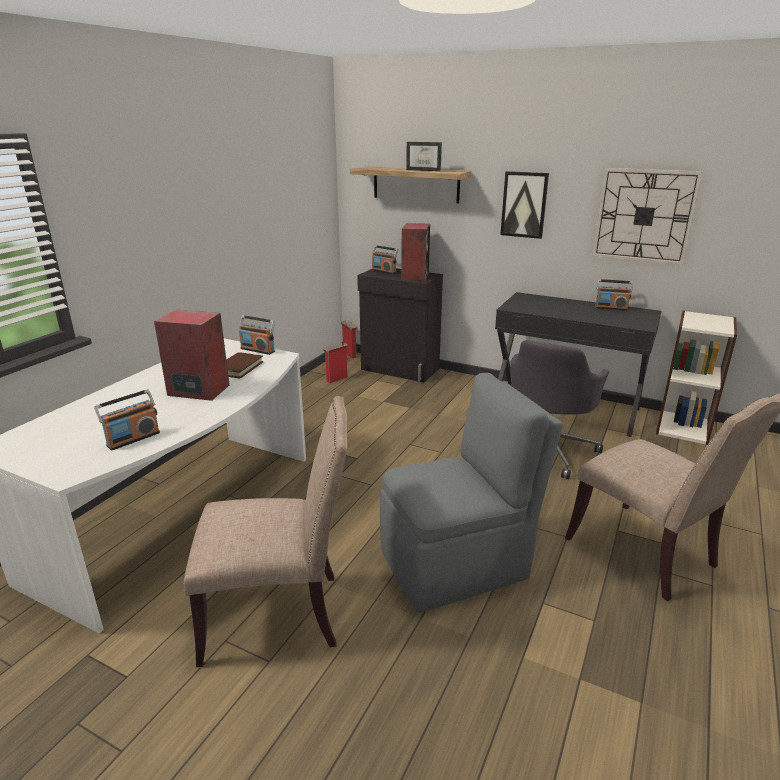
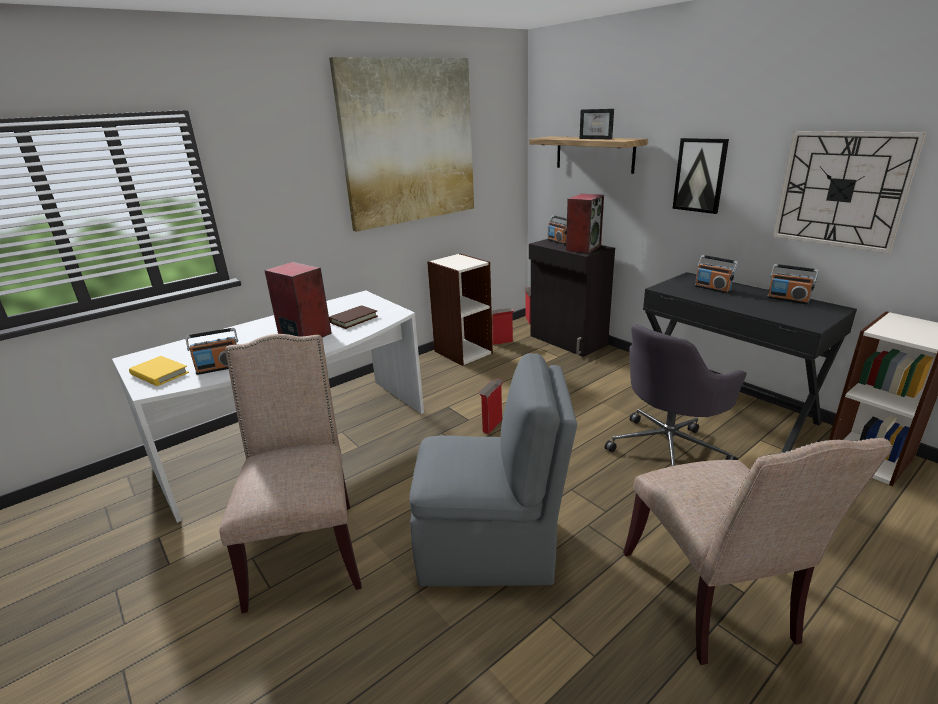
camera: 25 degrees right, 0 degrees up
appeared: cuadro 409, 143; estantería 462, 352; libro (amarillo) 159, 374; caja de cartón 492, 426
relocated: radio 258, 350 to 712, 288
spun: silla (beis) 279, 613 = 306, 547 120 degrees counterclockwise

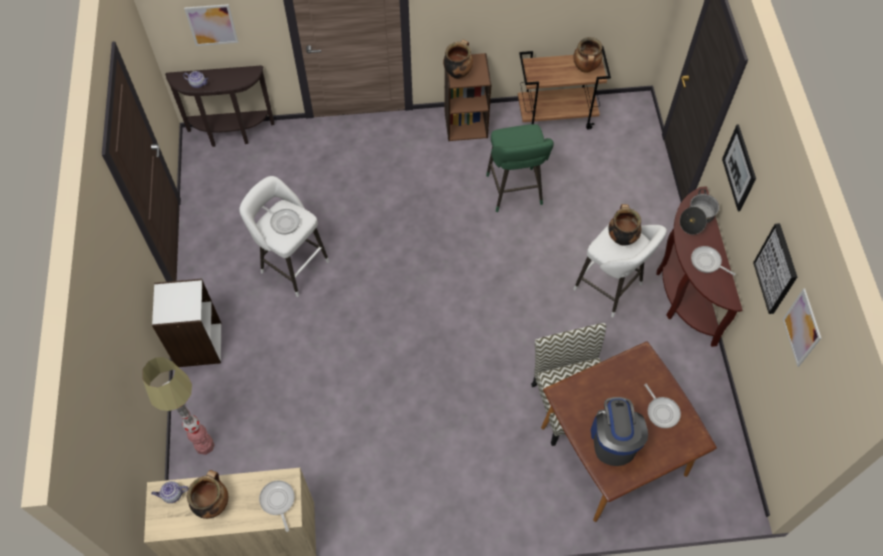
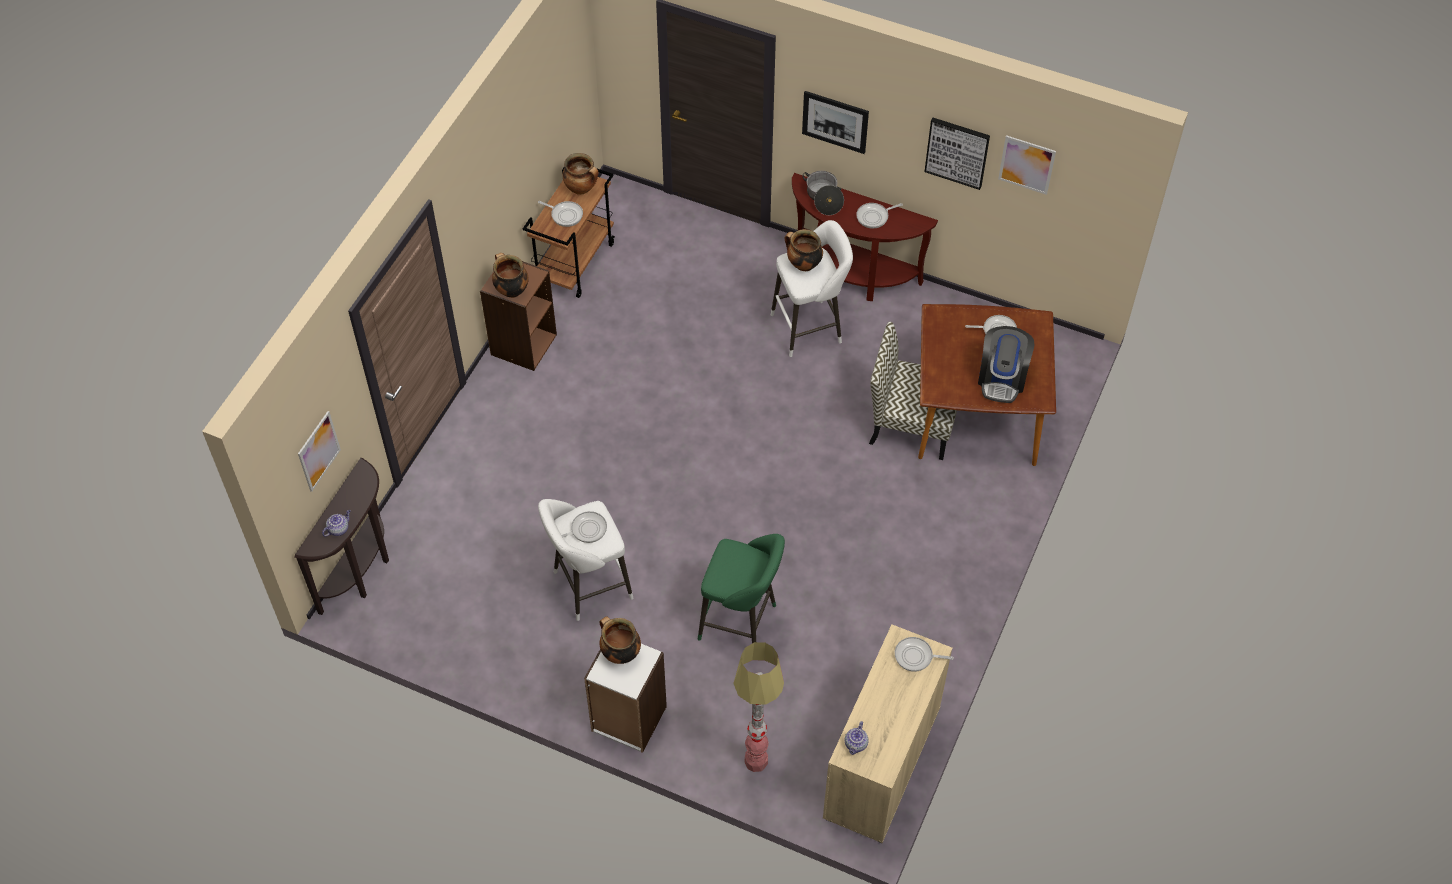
camera: 60 degrees left, 5 degrees down
appeared: sartén 565, 215
relocated: taburete (verde) 515, 193 to 742, 623; olla 212, 503 to 620, 653
spun: cafetera 613, 439 = 1002, 378 105 degrees counterclockwise

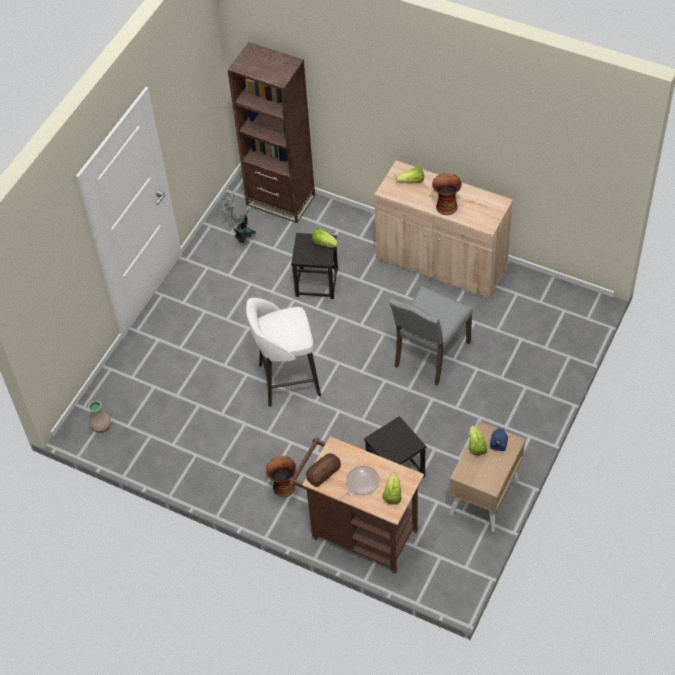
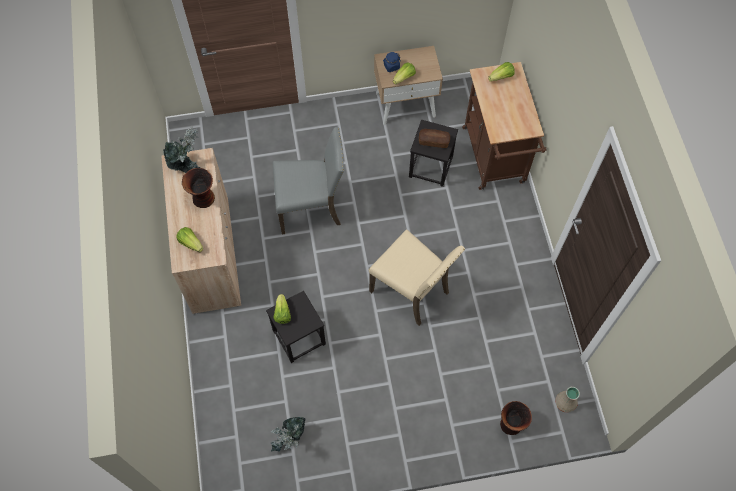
camera: 130 degrees left, 10 degrees up
missing: estantería (marrón) 280, 200; sartén 361, 483
appeared: planta en maceta 187, 166
relocated: pan 323, 473 to 433, 141; florero 283, 487 to 511, 425
exchanged: taburete (blanco) 287, 380 to silla (beis) 412, 291

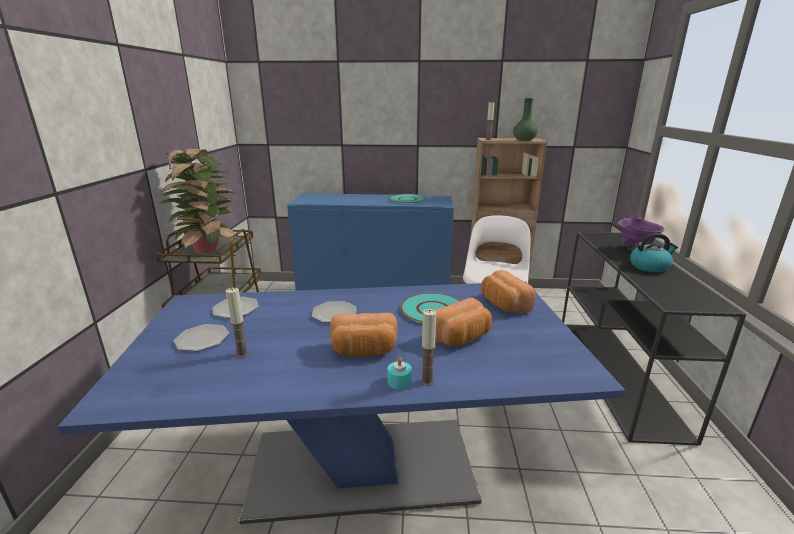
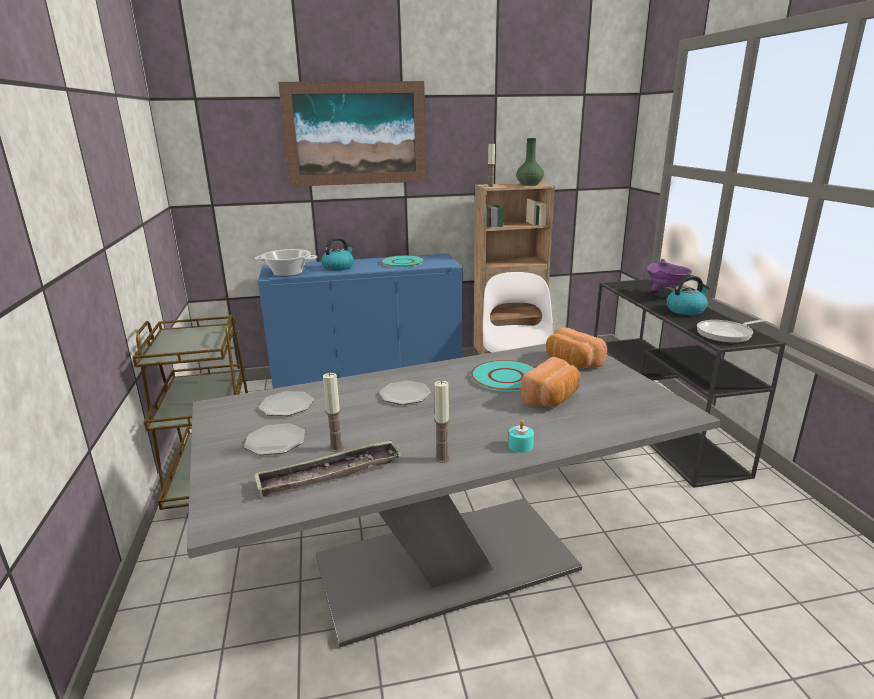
camera: 15 degrees left, 0 degrees up
missing: planta en maceta 208, 248; pan 364, 350
appeared: cuadro 356, 134; hervidor 338, 267; olla 288, 273; sartén 726, 334; bandeja 329, 474
relocated: vela 427, 381 to 442, 458
colour: mesa de comedor (azul) 362, 468 to mesa de comedor (gris) 446, 564

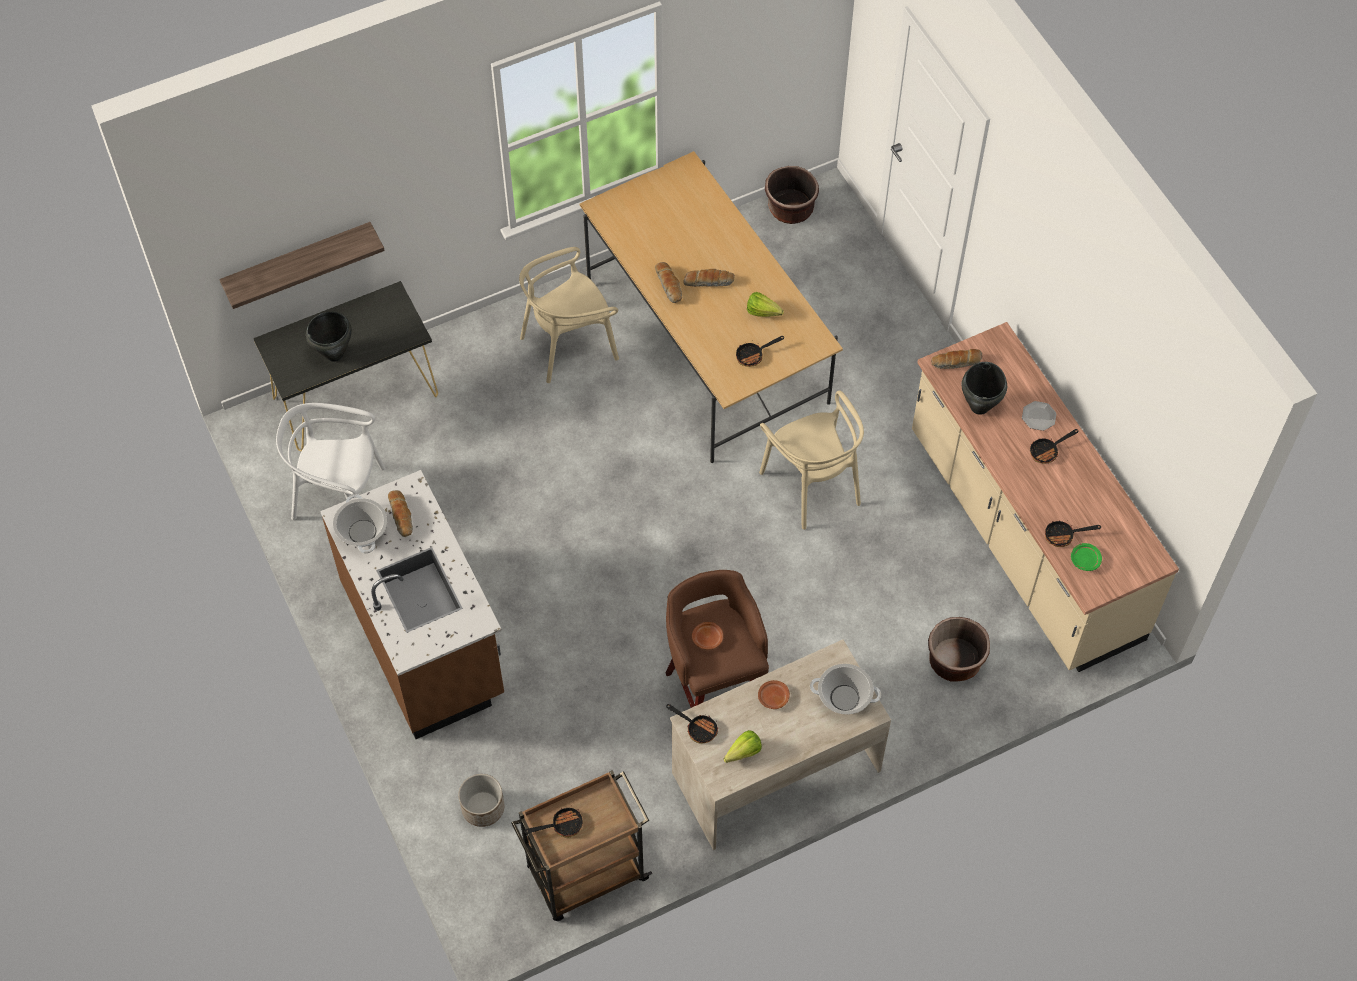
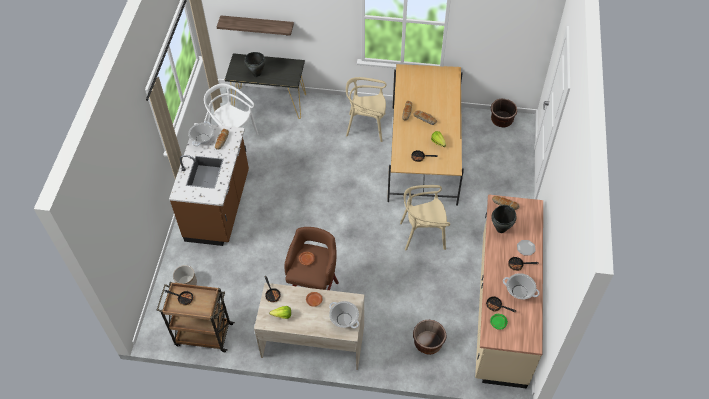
camera: 35 degrees right, 5 degrees down
appeared: olla 519, 292
spun: silla (beis) 812, 485 = 423, 234 75 degrees clockwise

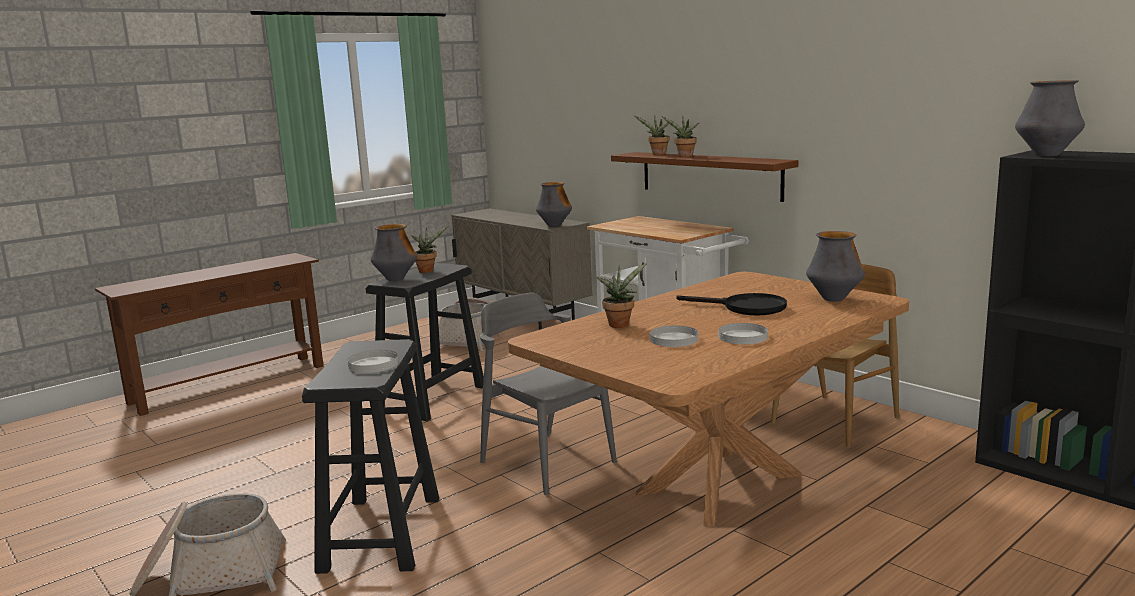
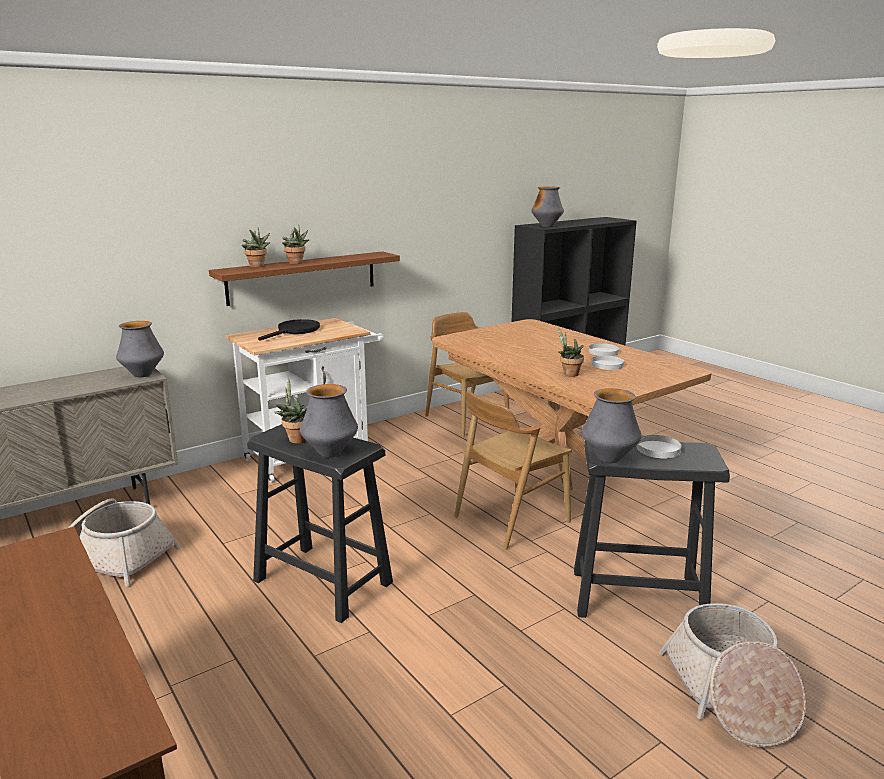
camera: 85 degrees left, 5 degrees up
relocated: florero 834, 299 to 608, 459; sartén (negro) 745, 308 to 295, 331
colour: silla (gris) 547, 462 to silla (marrón) 511, 519

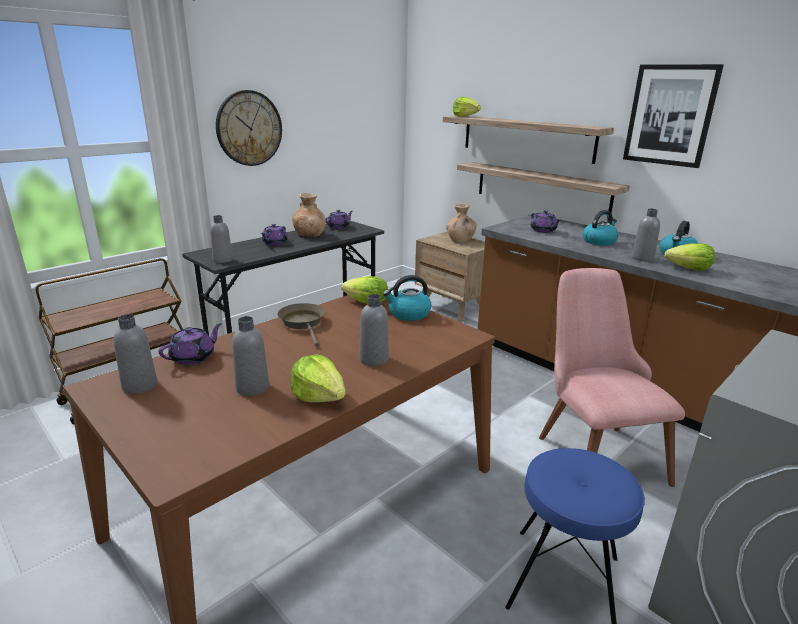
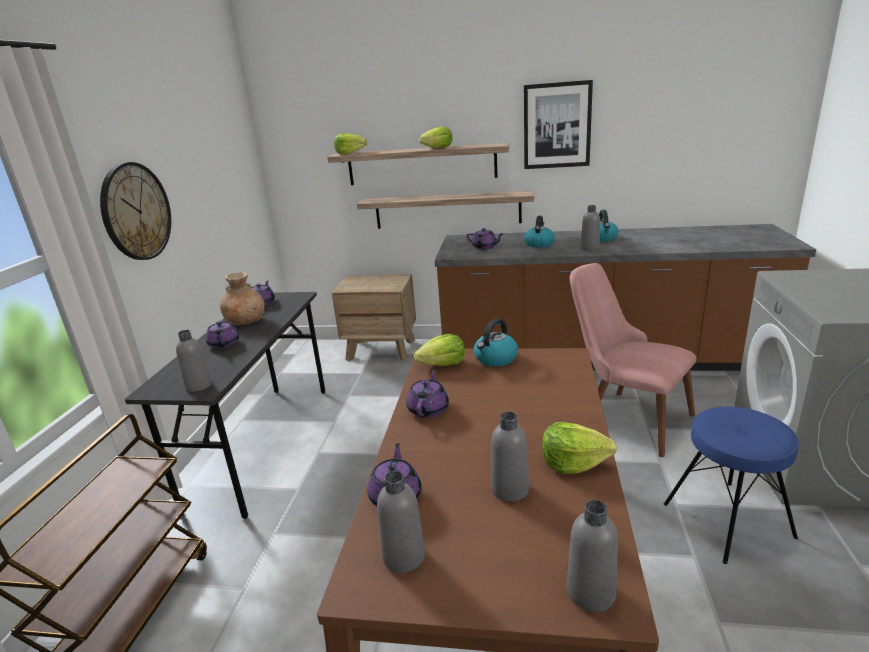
camera: 35 degrees left, 0 degrees up
missing: florero (marrón) 460, 240
relocated: lechuga 688, 269 to 438, 148; botella (gris) 374, 359 to 590, 592
exchanged: sartén (marrón) 303, 323 to tetera (morado) 428, 409

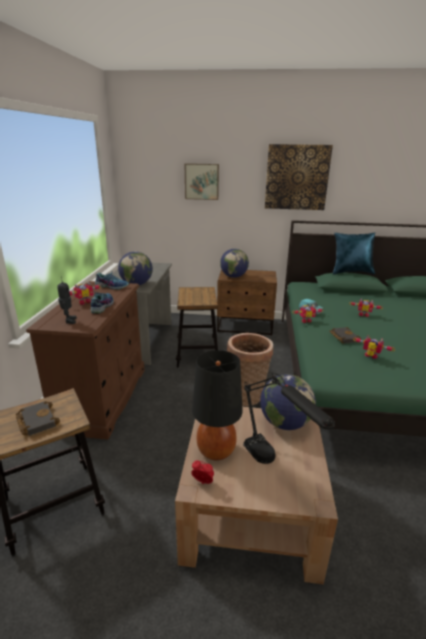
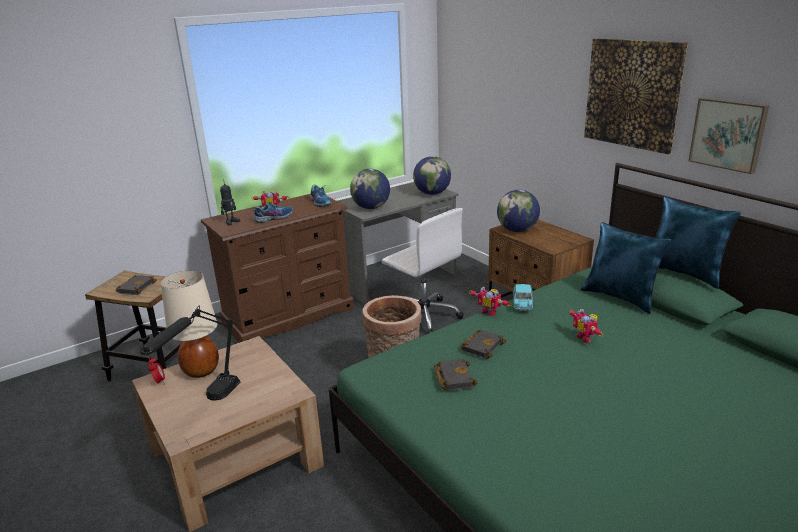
camera: 50 degrees right, 0 degrees up
appeared: cojín (azul) 620, 297
relocated: cuadro 202, 181 to 728, 134; globo terráqueo 284, 423 to 432, 193
exchanged: taburete 197, 355 to silla de oficina (blanco) 423, 316; robot de juguete 370, 357 to libro (negro) 453, 377
colour: lámpara de mesa (negro) 216, 451 to lámpara de mesa (beis) 201, 371

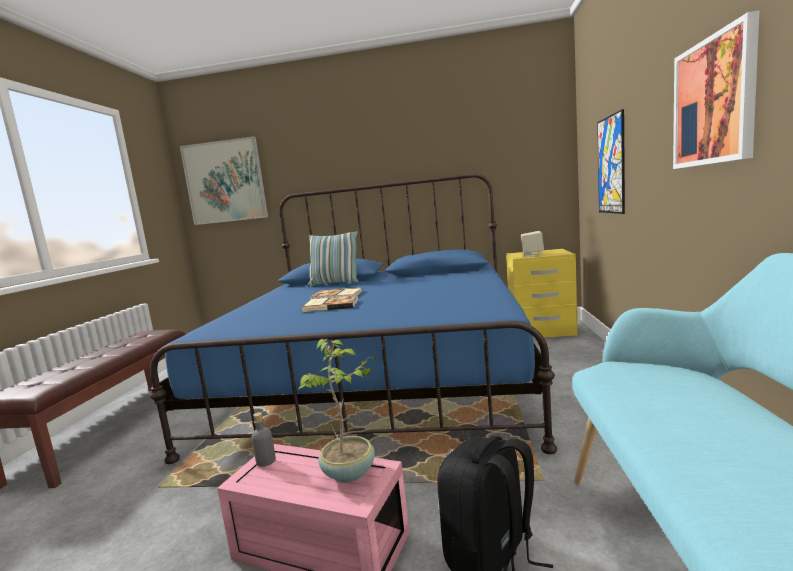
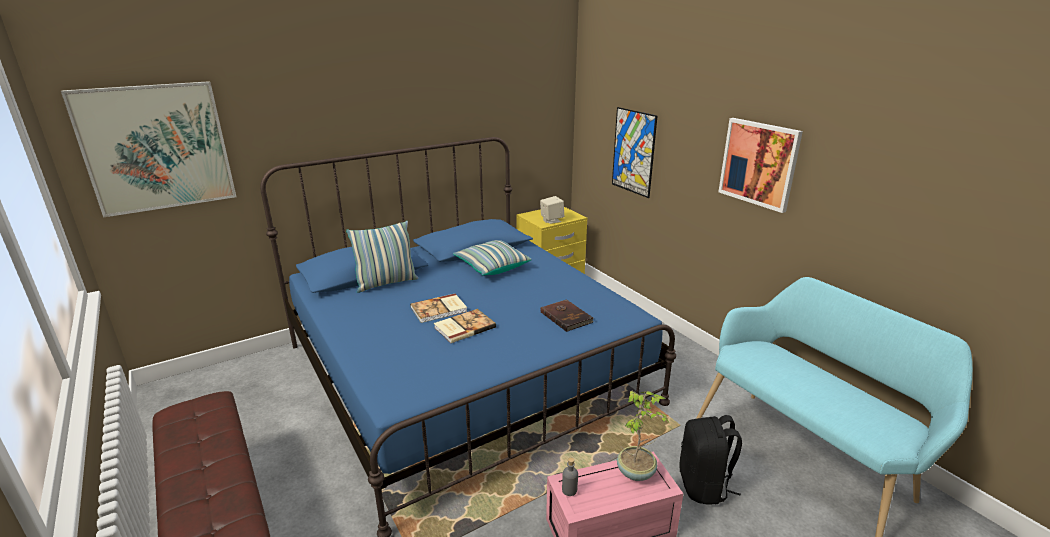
camera: 40 degrees left, 15 degrees up
appeared: cojín 491, 267; libro (marrón) 566, 317

